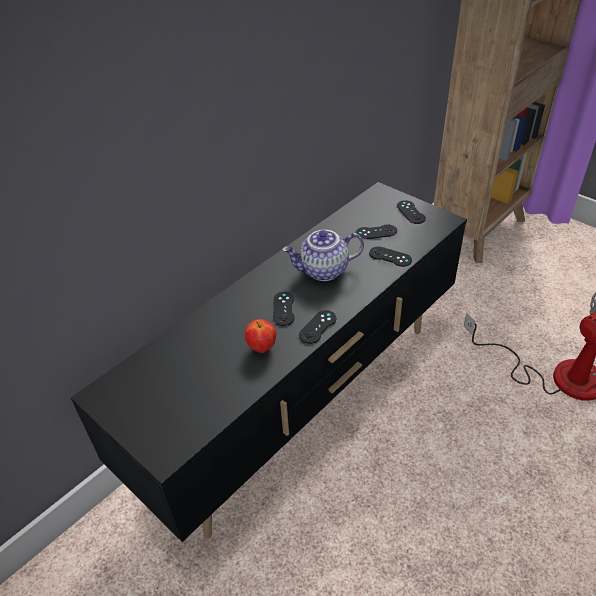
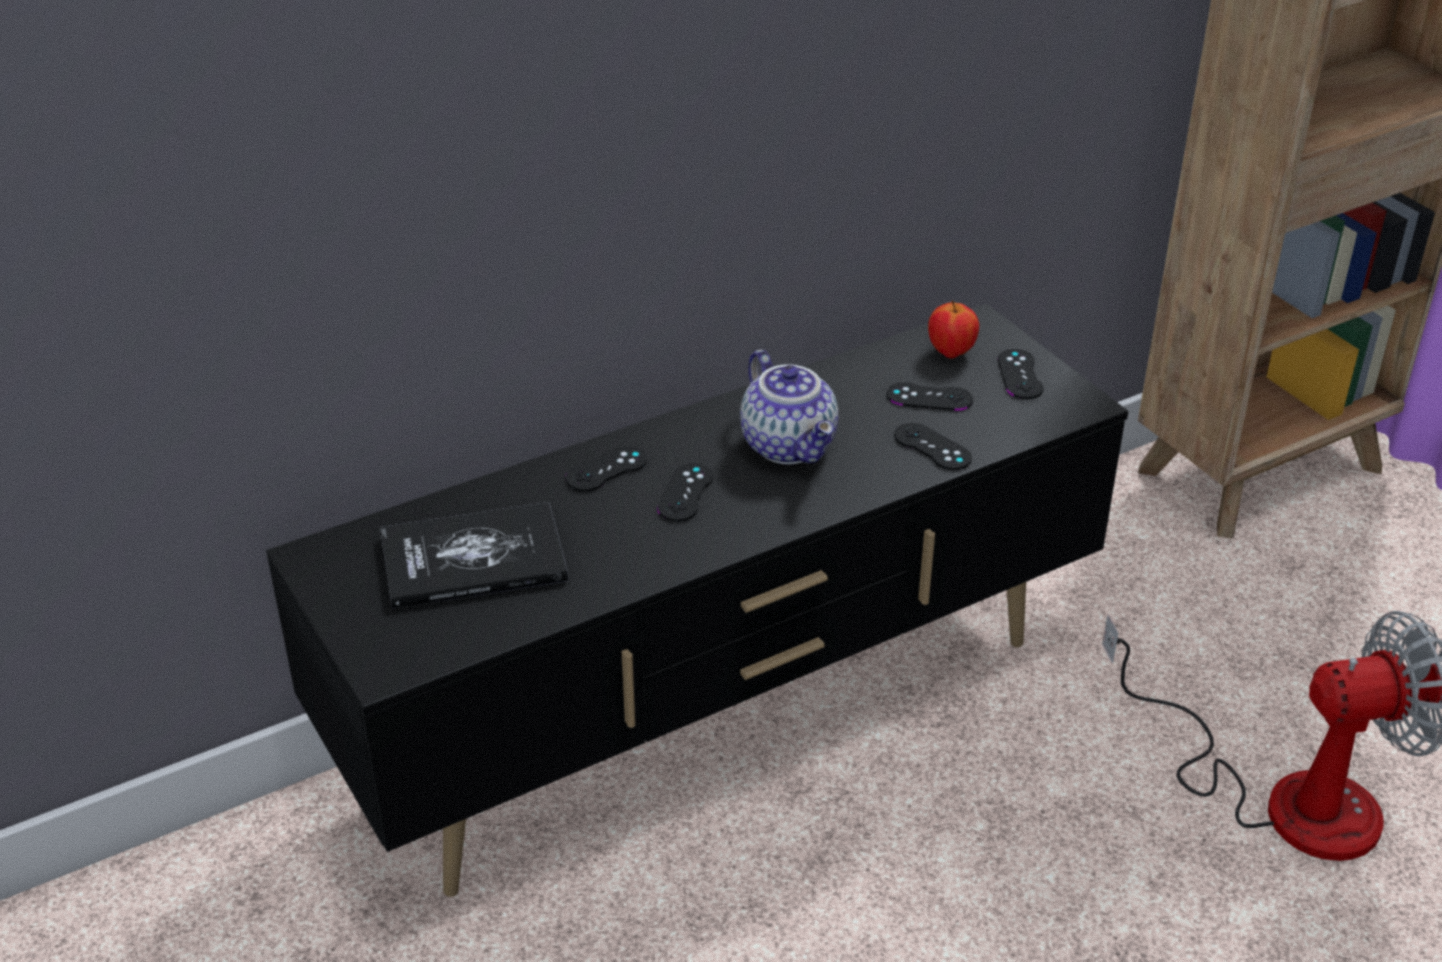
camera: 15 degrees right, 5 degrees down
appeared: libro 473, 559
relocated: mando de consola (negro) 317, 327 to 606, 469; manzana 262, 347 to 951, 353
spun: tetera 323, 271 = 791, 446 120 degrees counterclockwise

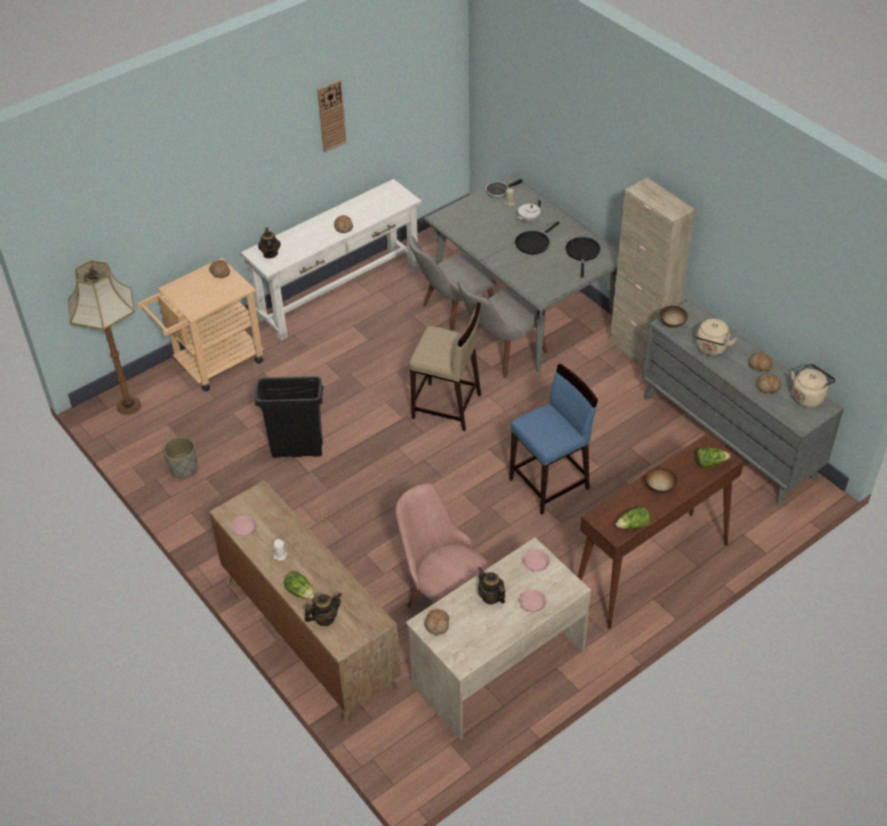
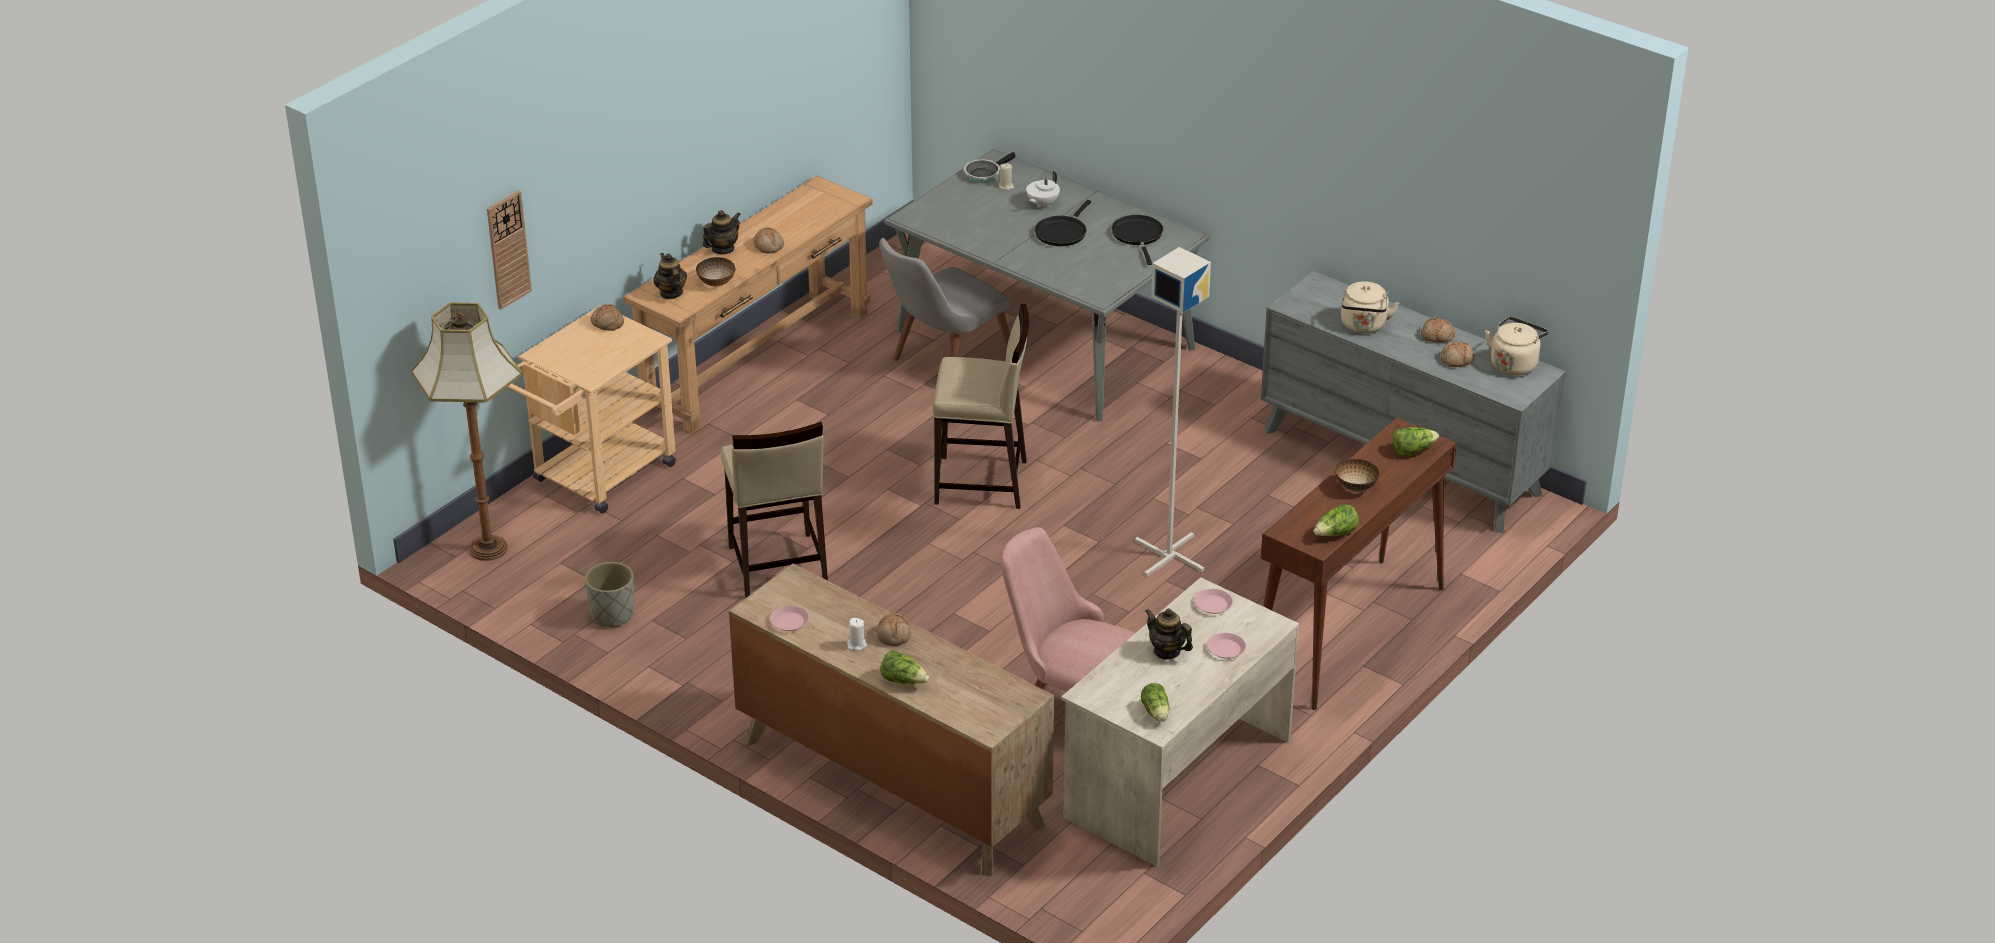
camera: 15 degrees left, 10 degrees down
missing: armario (beis) 640, 354; silla (gris) 498, 354
appeared: lechuga 1156, 713
relocated: reloj de pared 331, 116 to 508, 249; cuenco 672, 324 to 716, 283; tetera 325, 618 to 722, 249; pan 437, 624 to 894, 635
exchanged: taburete (azul) 550, 484 to lámpara de pie (gris) 1169, 555; papelera (negro) 297, 450 to taburete (beis) 777, 567
colour: mesa consola (blanco) 339, 293 to mesa consola (marrón) 757, 360

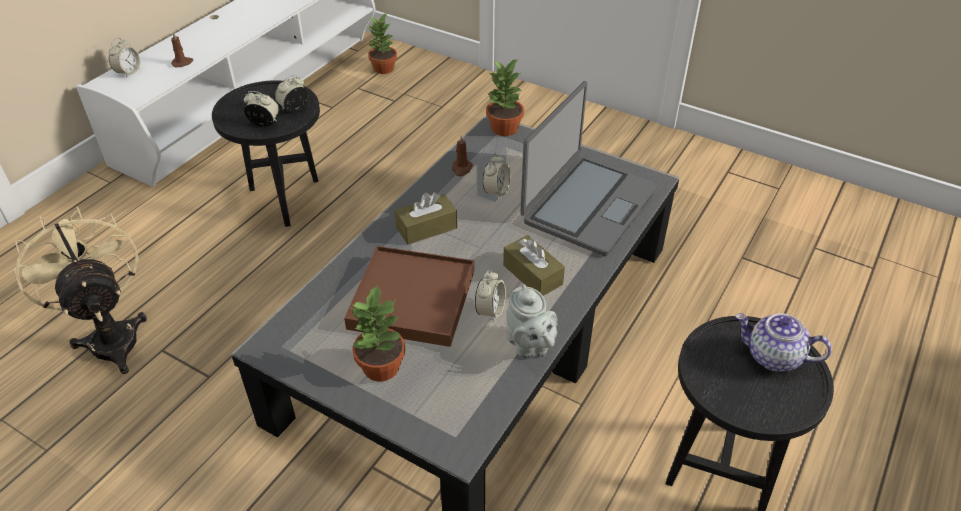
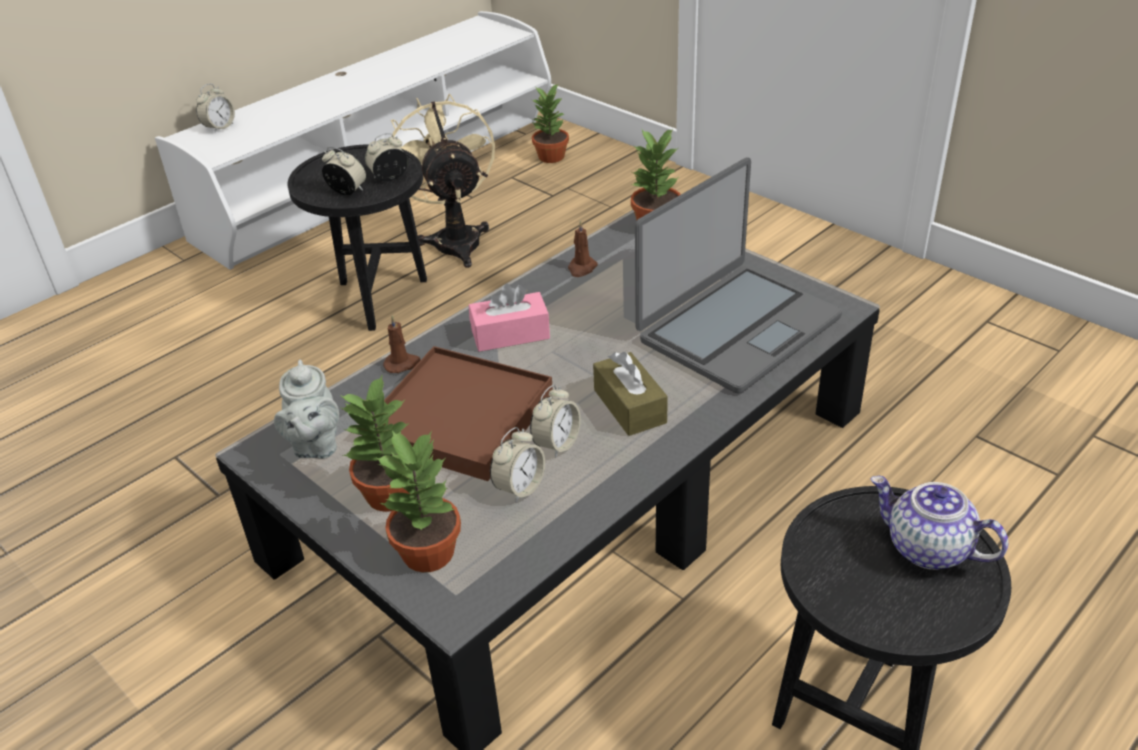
camera: 15 degrees right, 5 degrees down
appeared: planta en maceta 429, 551
relocated: vela (marrón) 182, 63 to 402, 364; despertador 496, 191 to 519, 488; ventilador (beis) 111, 336 to 454, 239; tetera (gris) 529, 346 to 315, 445
colour: caja de pañuelos (marrón) 426, 228 to caja de pañuelos (rosa) 510, 334

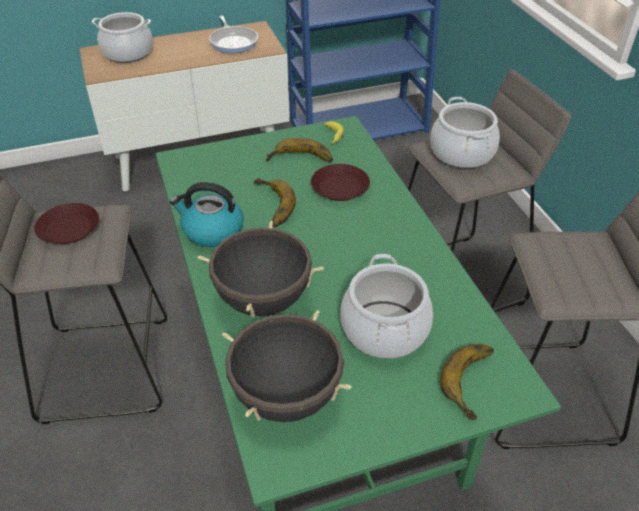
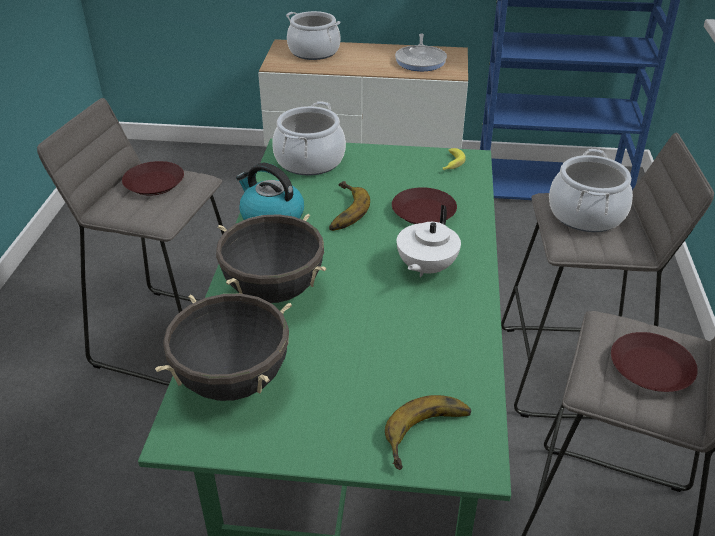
camera: 25 degrees right, 5 degrees down
missing: plátano 300, 160
appeared: tetera (blanco) 425, 268; plato (marrón) 651, 369
relocated: olla 385, 329 to 310, 161

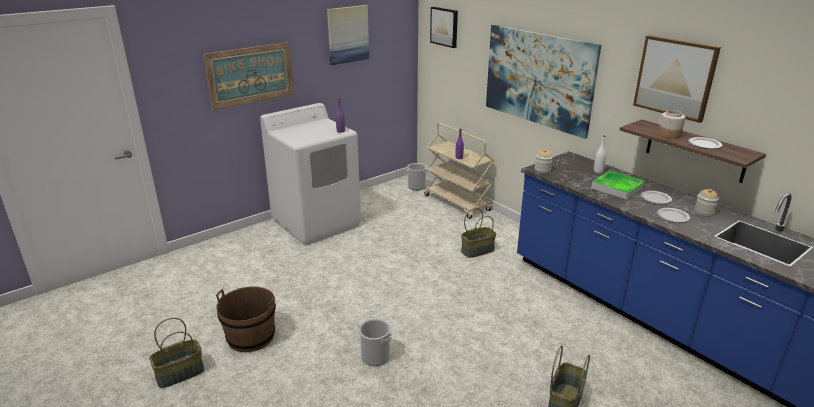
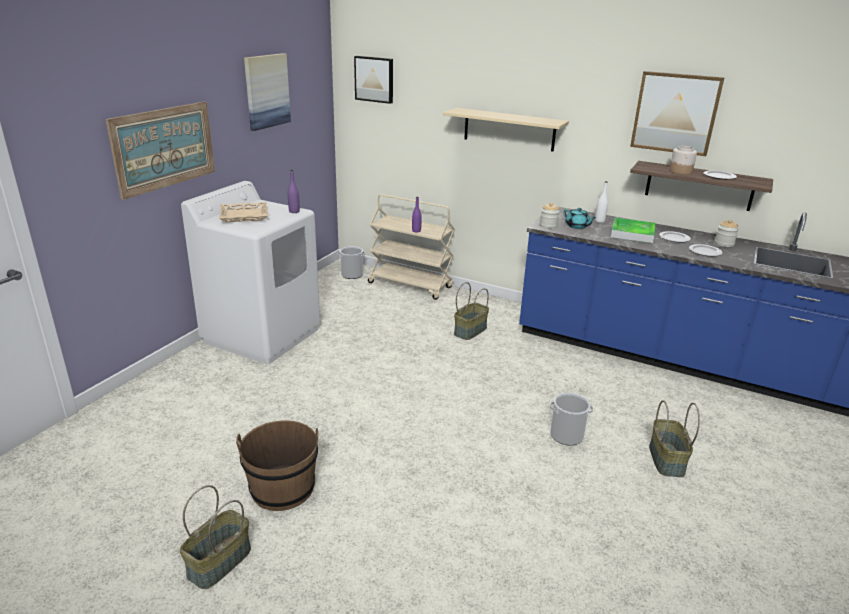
camera: 25 degrees left, 0 degrees up
appeared: bandeja (beis) 244, 215; tetera (turquesa) 577, 226
relocated: cubo 375, 356 to 566, 435
exchanged: cuadro 538, 78 to estante (beis) 509, 129

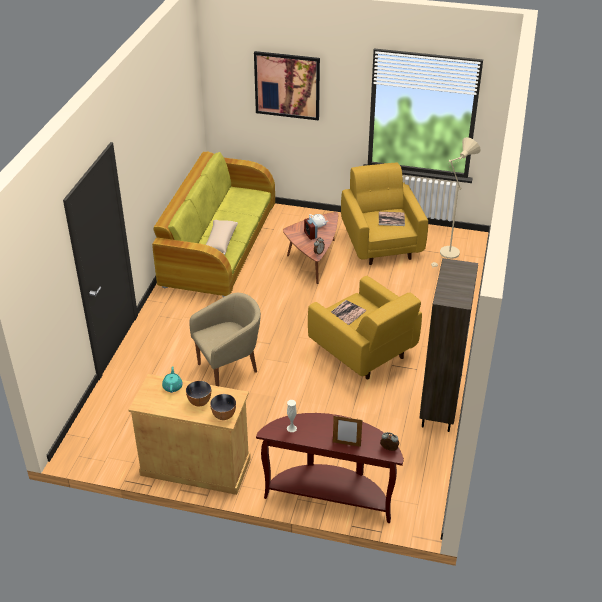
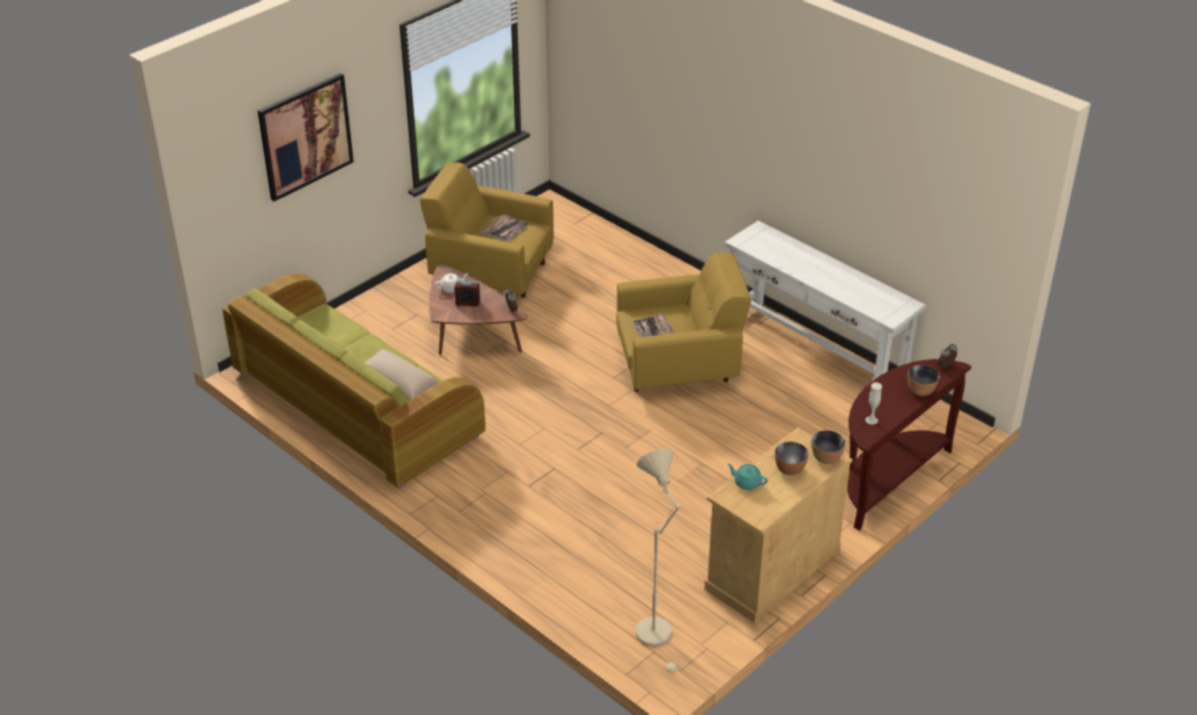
camera: 60 degrees left, 0 degrees up
missing: sillón (beis) 230, 370
relocated: lámpara de pie (beis) 448, 255 to 657, 637
exchanged: estantería (marrón) 440, 409 to mesa consola (blanco) 814, 351; portarretratos 346, 444 to cuenco 921, 391

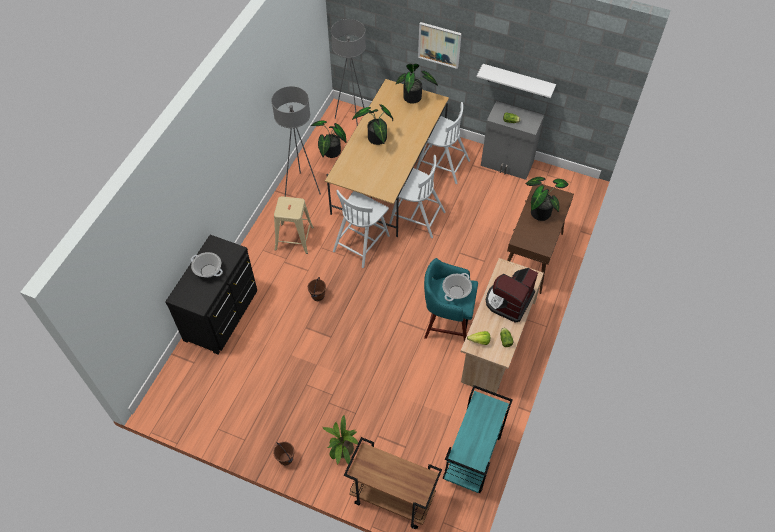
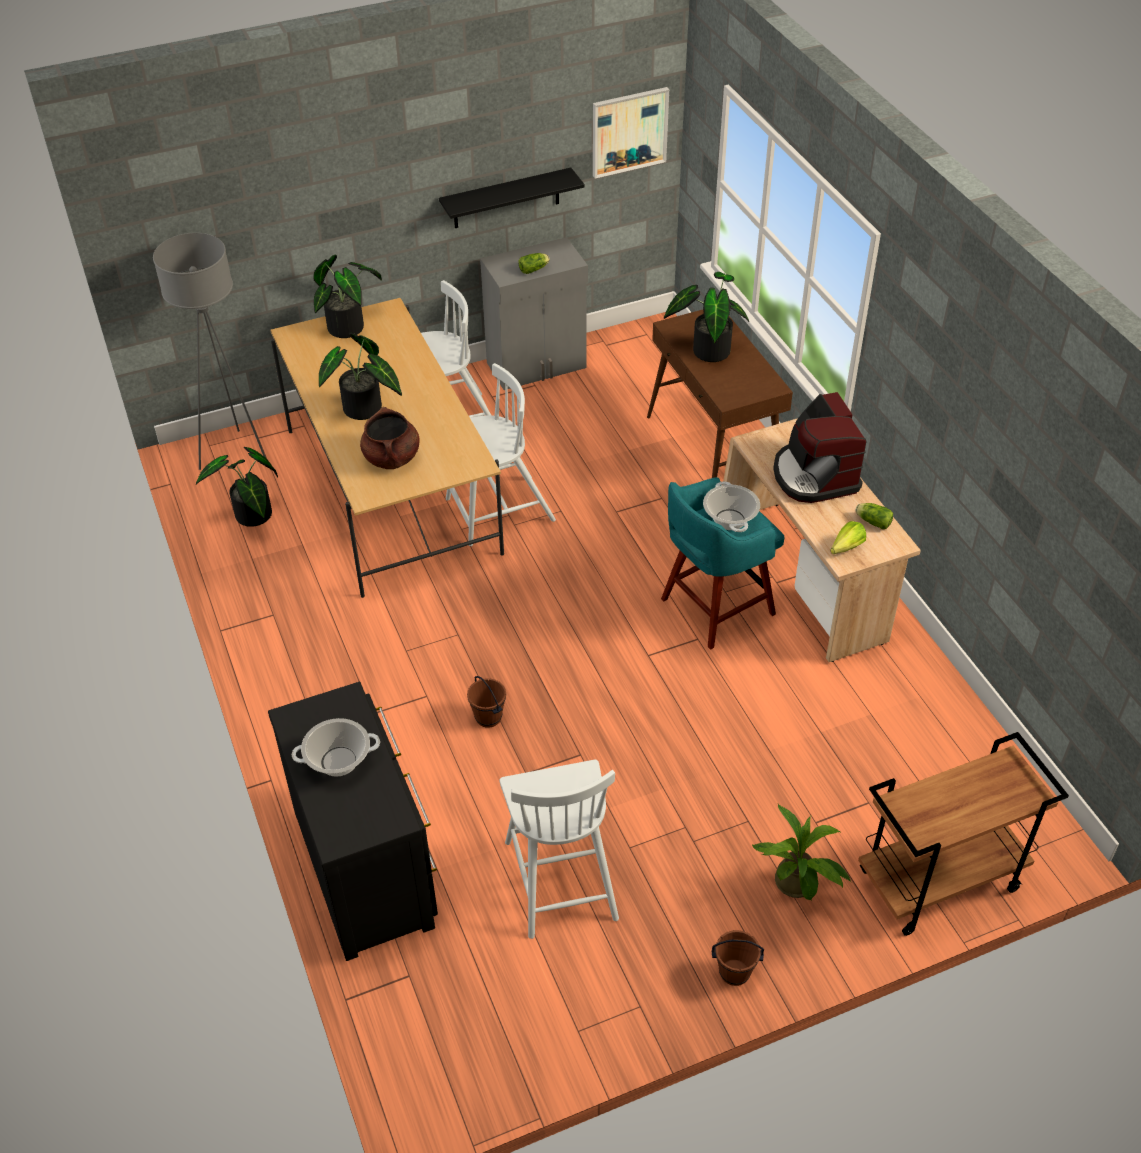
camera: 45 degrees left, 10 degrees down
missing: lámpara de pie (gris) 302, 188; taburete (beis) 294, 238; carrito (turquesa) 472, 458
appeared: olla (marrón) 392, 458
relocated: cuadro 439, 44 to 629, 131; silla (blanco) 361, 242 to 560, 877
colour: estante (blanco) 517, 81 to estante (negro) 506, 198

